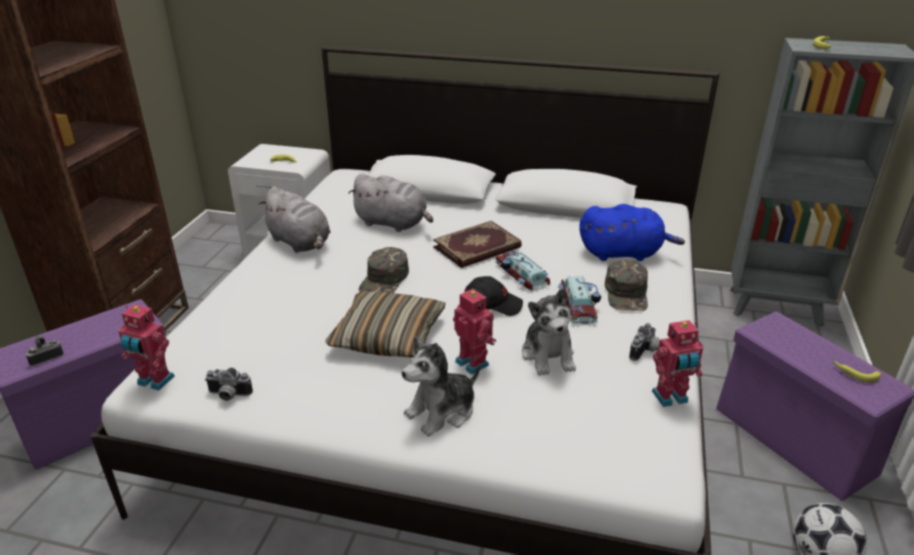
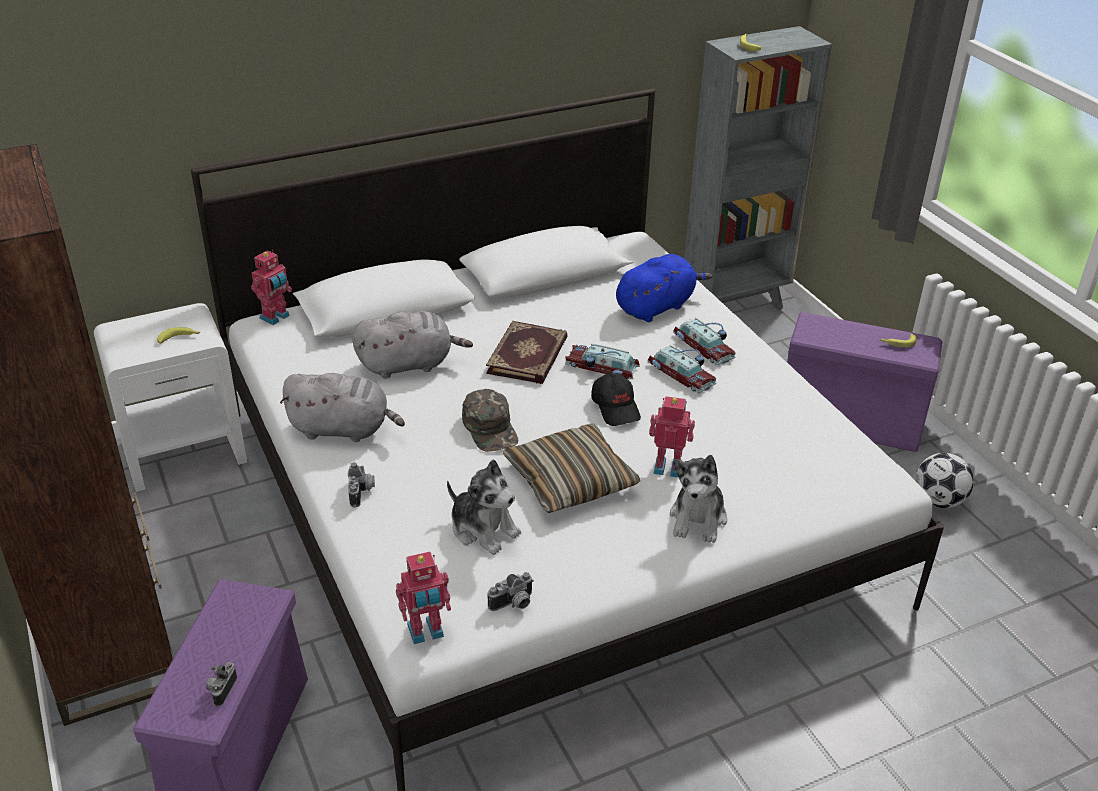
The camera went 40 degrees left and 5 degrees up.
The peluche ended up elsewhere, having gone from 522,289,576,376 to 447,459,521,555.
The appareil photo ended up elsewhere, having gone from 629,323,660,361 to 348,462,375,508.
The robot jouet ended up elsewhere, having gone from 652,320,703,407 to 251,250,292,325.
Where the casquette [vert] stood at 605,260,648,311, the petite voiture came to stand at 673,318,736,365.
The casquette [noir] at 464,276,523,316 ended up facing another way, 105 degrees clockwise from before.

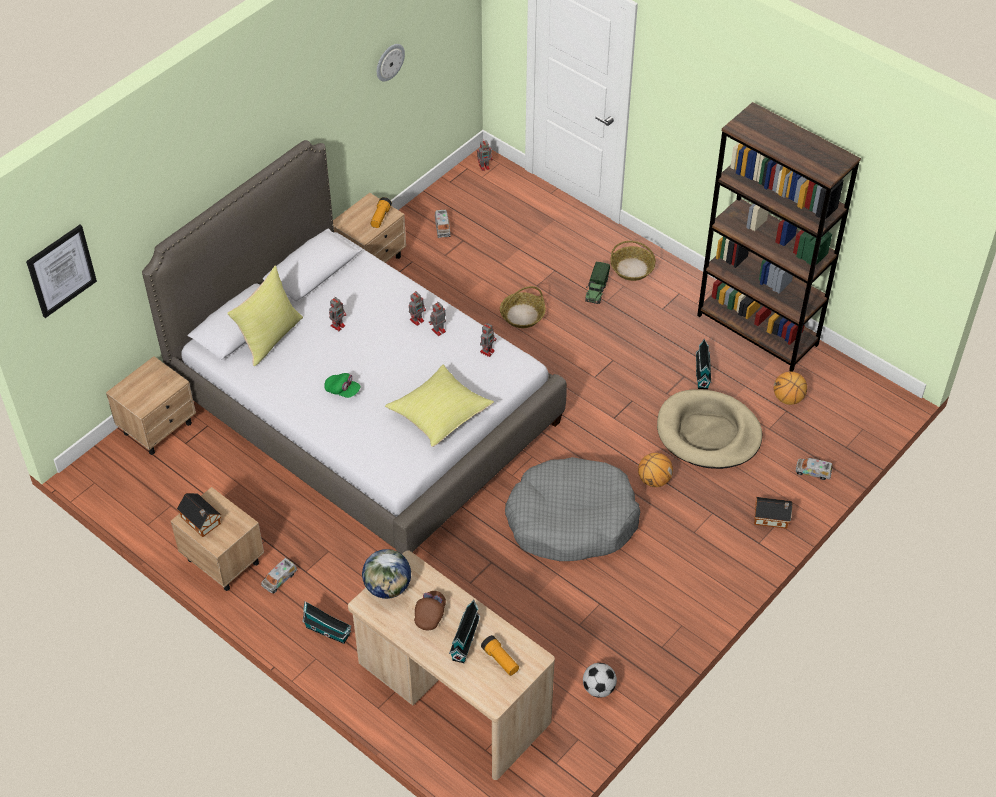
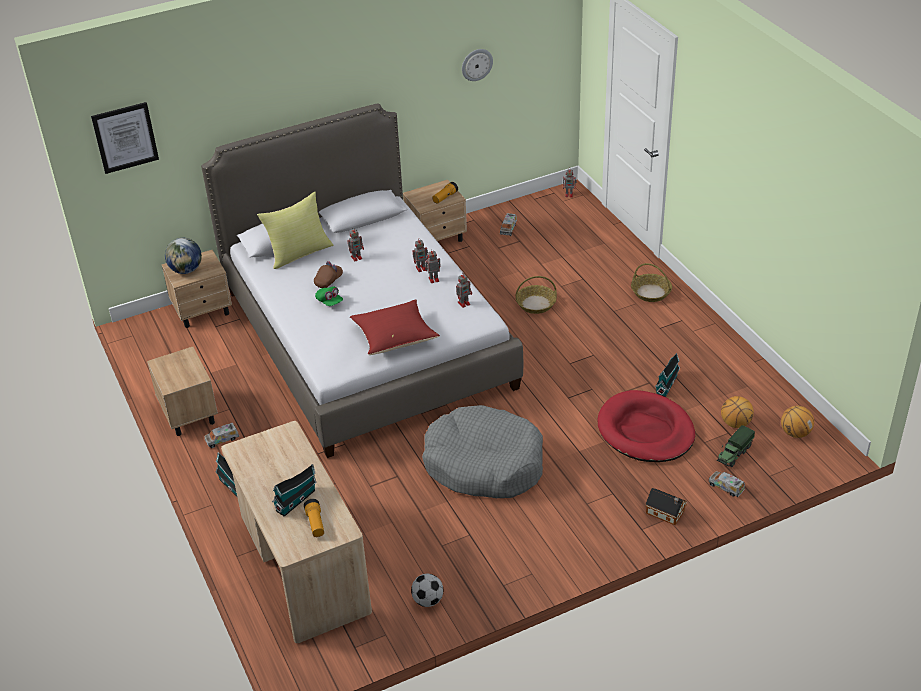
The camera went 25 degrees right and 10 degrees down.
The second view lost the maison miniature at 177,493,221,537.
The second view lost the bibliothèque [marron] at 697,102,861,372.
The globe ended up elsewhere, having gone from 362,549,411,599 to 165,238,202,274.
The casquette [marron] ended up elsewhere, having gone from 414,591,446,630 to 314,261,343,288.
The camion jouet ended up elsewhere, having gone from 585,262,610,304 to 717,425,755,467.
The ballon de basket ended up elsewhere, having gone from 638,453,673,487 to 781,406,814,438.
What was the coussin [jaune] at 385,365,494,447 turned into the coussin [rouge] at 350,299,440,355.
What was the panier pour chien [beige] at 657,390,762,469 turned into the panier pour chien [rouge] at 598,390,695,462.

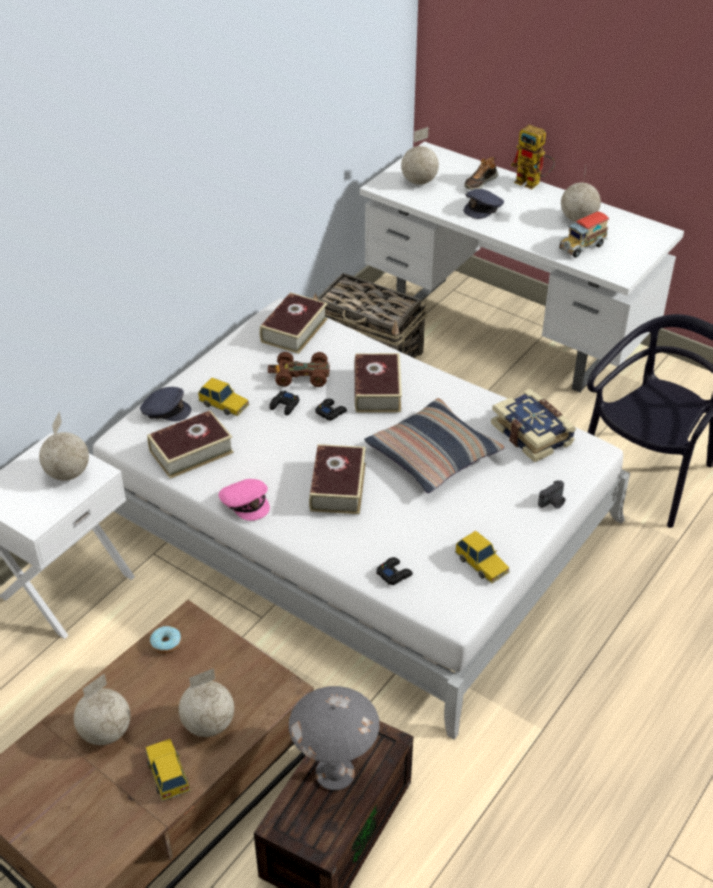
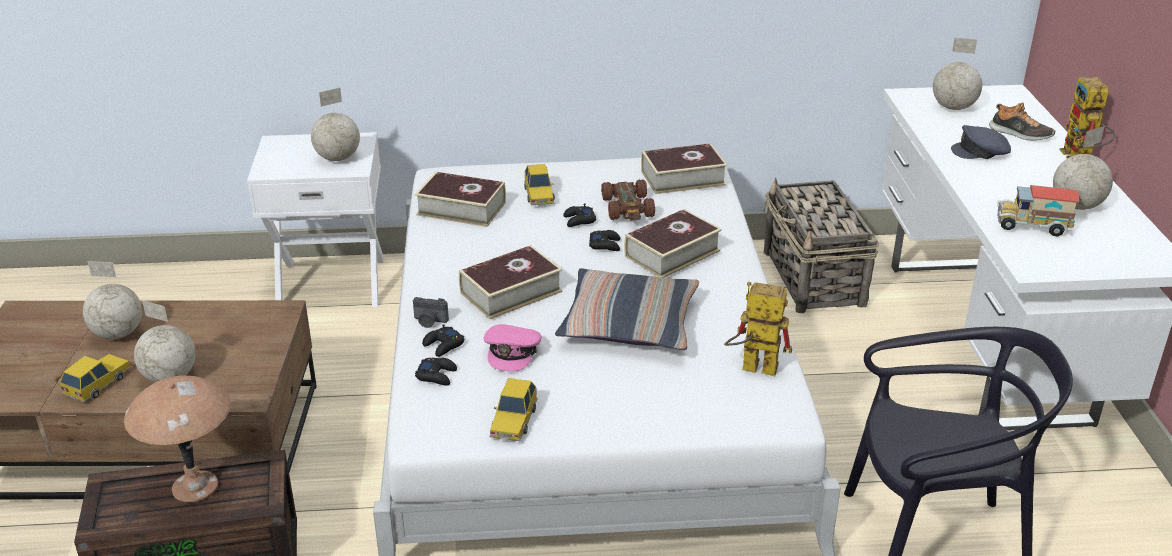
The camera went 50 degrees right and 10 degrees down.
The second view lost the casquette [gris] at 140,387,191,421.
The second view lost the beignet at 150,626,181,654.
The second view gained the manette [noir] at 422,324,464,357.
The casquette [rose] ended up elsewhere, having gone from 218,479,270,521 to 484,324,542,372.
The appareil photo ended up elsewhere, having gone from 538,480,565,509 to 413,297,449,328.
Where the livre stood at 491,388,576,463, the robot jouet came to stand at 724,282,792,376.
What was the lampe de table [gris] at 289,686,379,790 turned into the lampe de table [marron] at 124,375,231,502.
The petite voiture [marron] at 268,352,330,387 ended up facing another way, 150 degrees counterclockwise from before.
The chaussure at 464,157,498,190 ended up facing another way, 150 degrees counterclockwise from before.

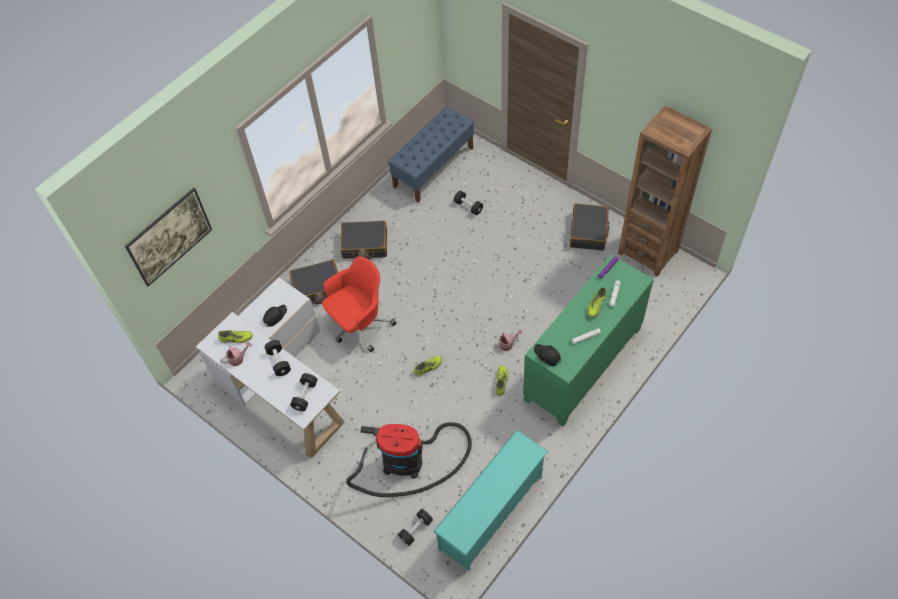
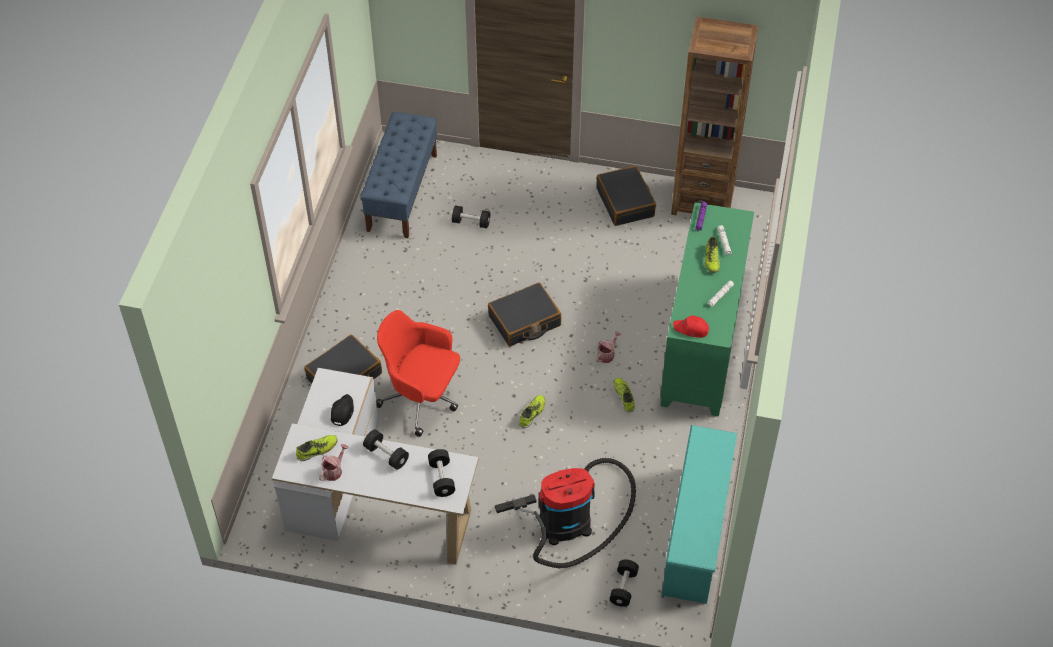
The camera went 30 degrees left and 5 degrees down.
The second view lost the tableau at 125,188,212,287.
The valise [noir] ended up elsewhere, having gone from 340,221,387,259 to 488,282,561,346.
What was the casquette [noir] at 534,344,561,366 turned into the casquette [rouge] at 673,315,709,338.
The chaise de bureau [rouge] at 322,256,397,352 ended up facing another way, 90 degrees counterclockwise from before.

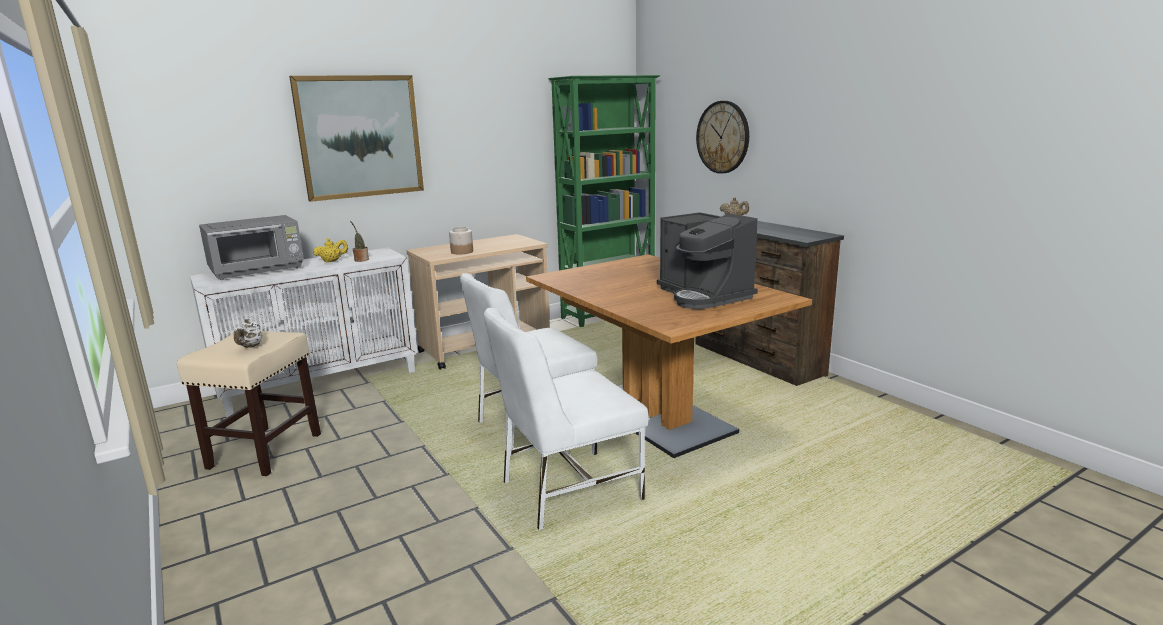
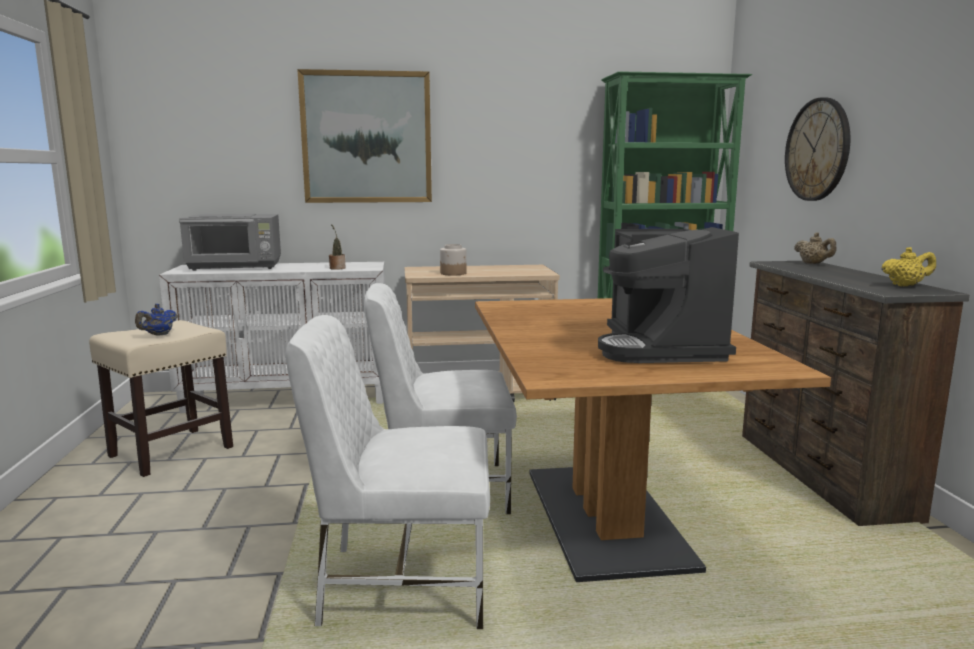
The camera went 25 degrees right and 5 degrees down.
The théière [jaune] ended up elsewhere, having gone from 313,238,348,262 to 881,247,936,287.
What was the théière [blanc] at 234,318,262,348 turned into the théière [bleu] at 135,304,178,336.

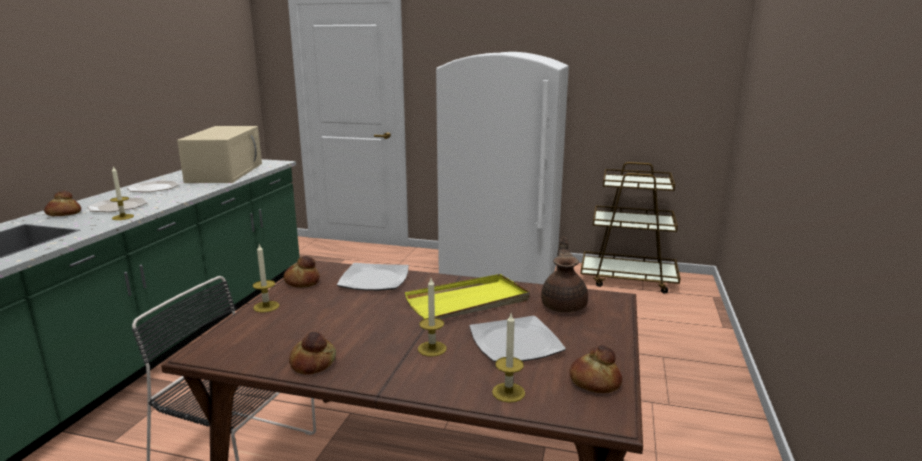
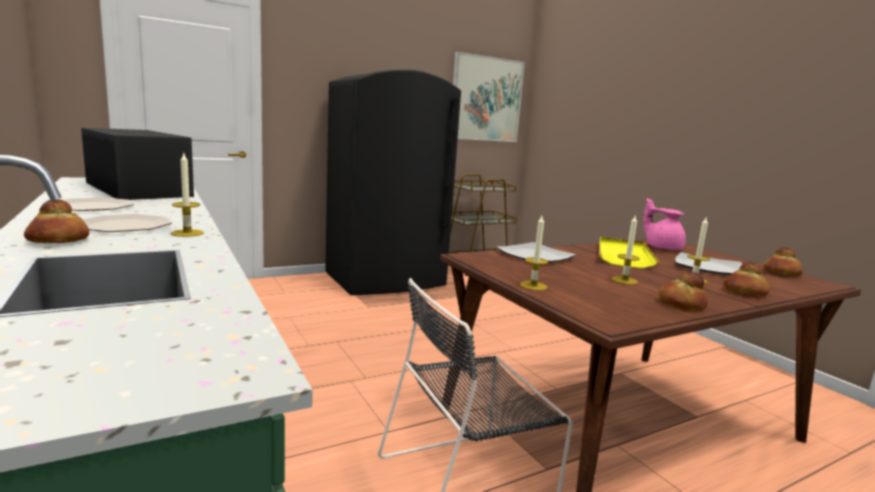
The camera went 45 degrees left and 5 degrees down.
The second view gained the tableau at 453,52,525,142.
The pain ended up elsewhere, having gone from 283,256,320,288 to 723,261,770,296.
The bougie ended up elsewhere, having gone from 492,314,525,403 to 612,214,640,284.
What was the micro-ondes [beige] at 177,126,262,183 turned into the micro-ondes [noir] at 81,128,194,200.
What was the réfrigérateur [blanc] at 436,52,569,284 turned into the réfrigérateur [noir] at 325,70,461,295.
What was the théière [marron] at 541,236,588,313 turned into the théière [rose] at 643,198,686,250.

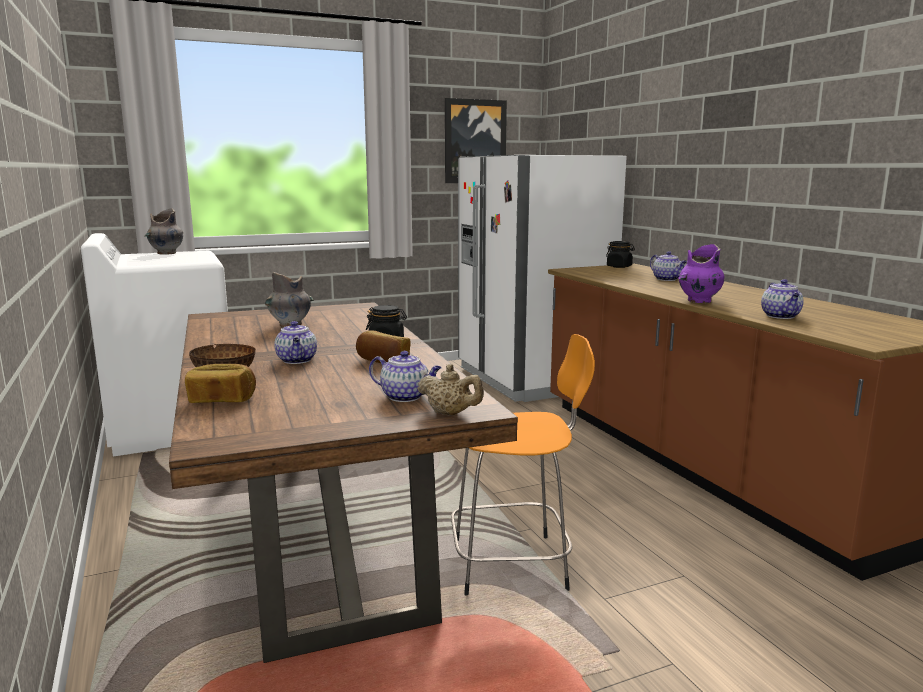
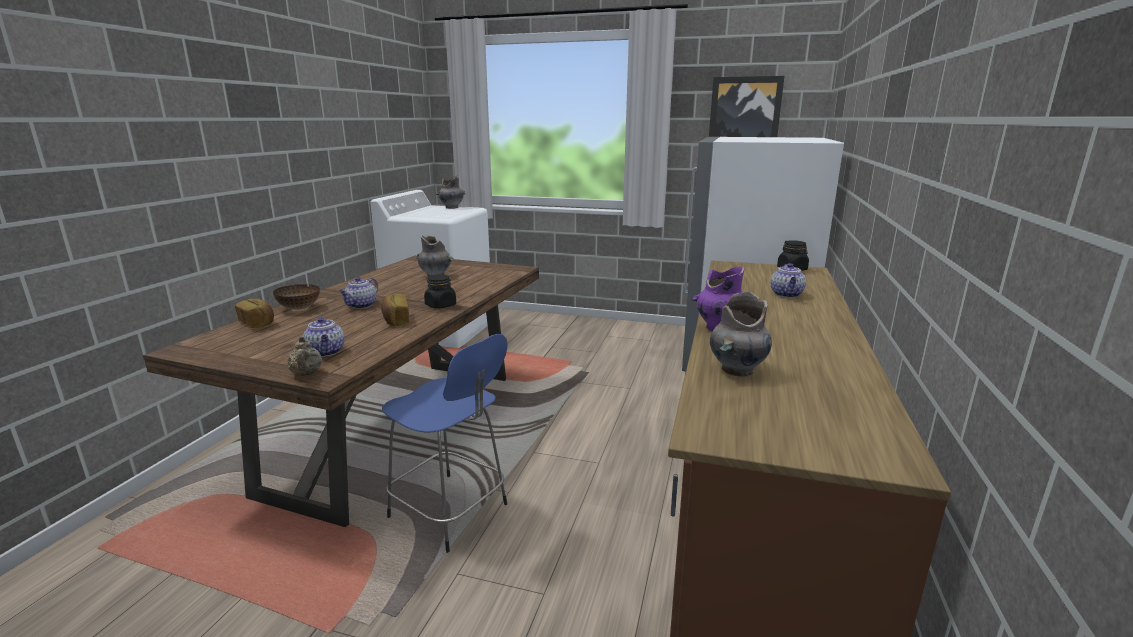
The camera went 40 degrees right and 5 degrees up.
Where the théière stood at 761,279,804,319, the vase [gris] came to stand at 710,292,772,377.
What was the tabouret [orange] at 451,334,595,595 turned into the tabouret [bleu] at 382,334,508,553.

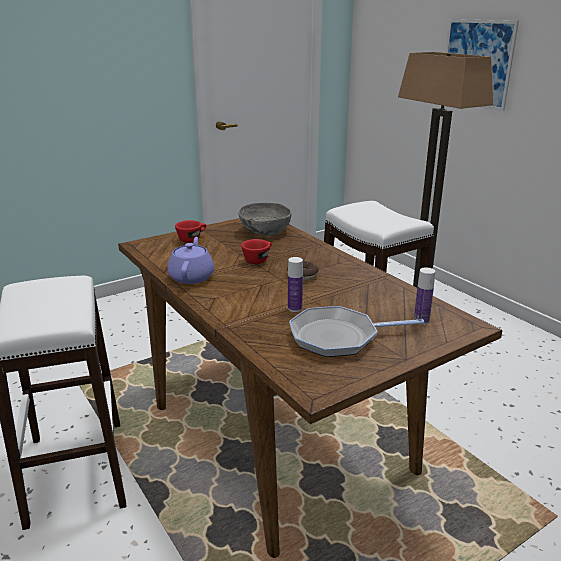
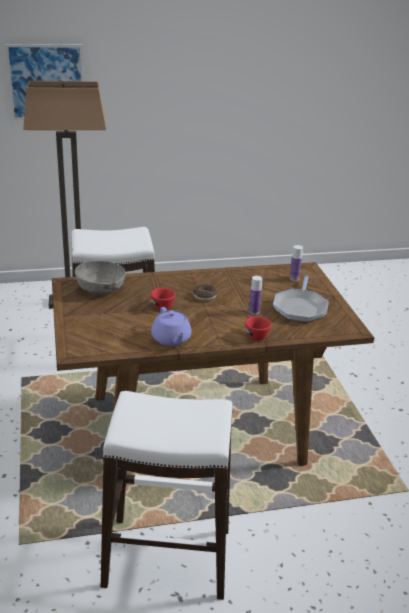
The camera went 70 degrees left and 5 degrees up.
The tasse [rouge] ended up elsewhere, having gone from 175,220,206,243 to 245,316,271,341.
The théière [violet] at 167,237,214,284 ended up facing another way, 135 degrees counterclockwise from before.

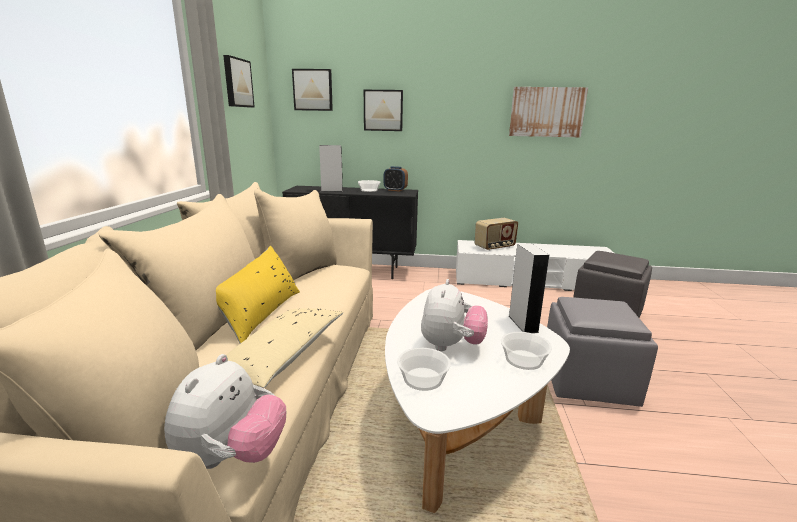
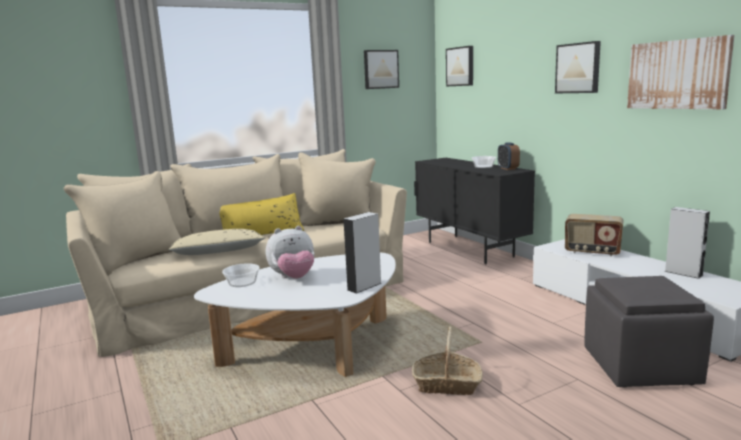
The camera went 55 degrees right and 5 degrees down.
The second view lost the peluche at 164,354,286,469.
The second view lost the bol at 501,332,552,370.
The enceinte [gris] ended up elsewhere, having gone from 319,145,343,191 to 664,207,710,279.
The tableau ended up elsewhere, having gone from 364,90,403,131 to 555,41,601,93.
Where the pouf [gris] stood at 547,297,658,407, the panier came to stand at 412,326,483,395.

